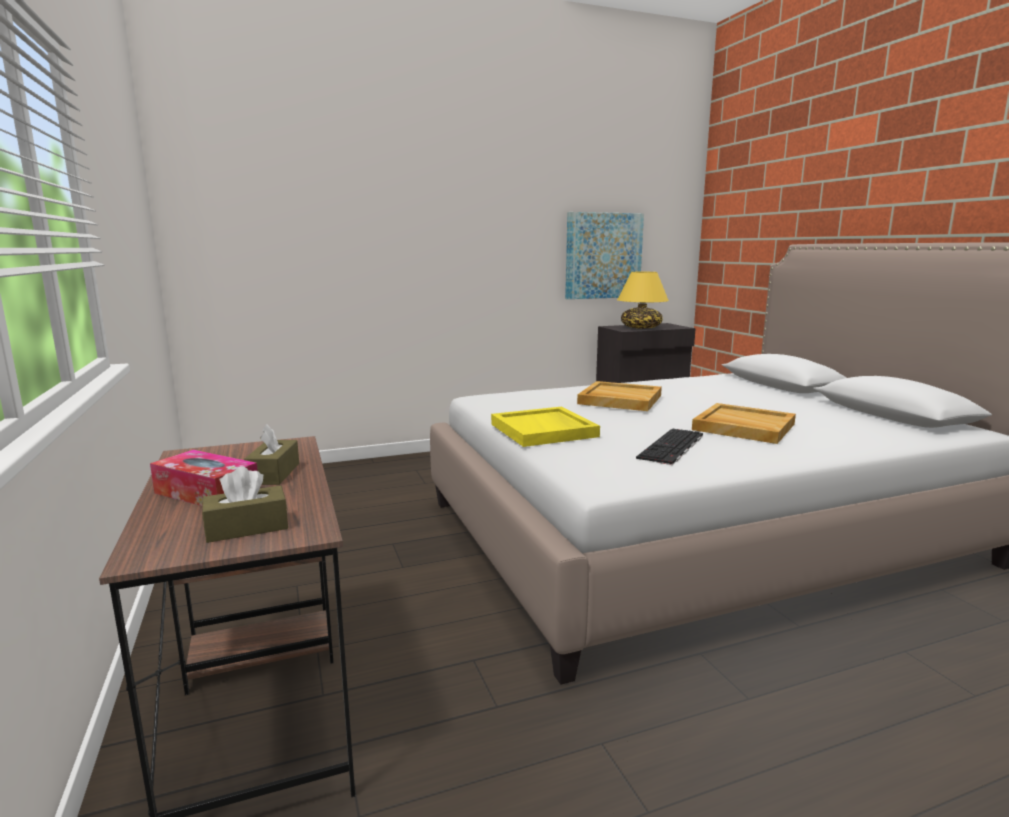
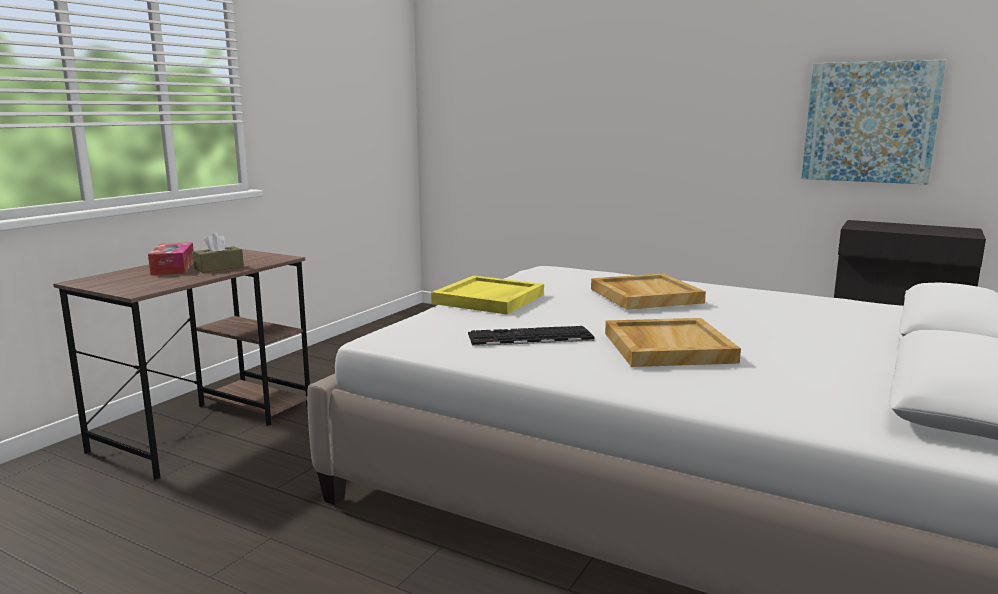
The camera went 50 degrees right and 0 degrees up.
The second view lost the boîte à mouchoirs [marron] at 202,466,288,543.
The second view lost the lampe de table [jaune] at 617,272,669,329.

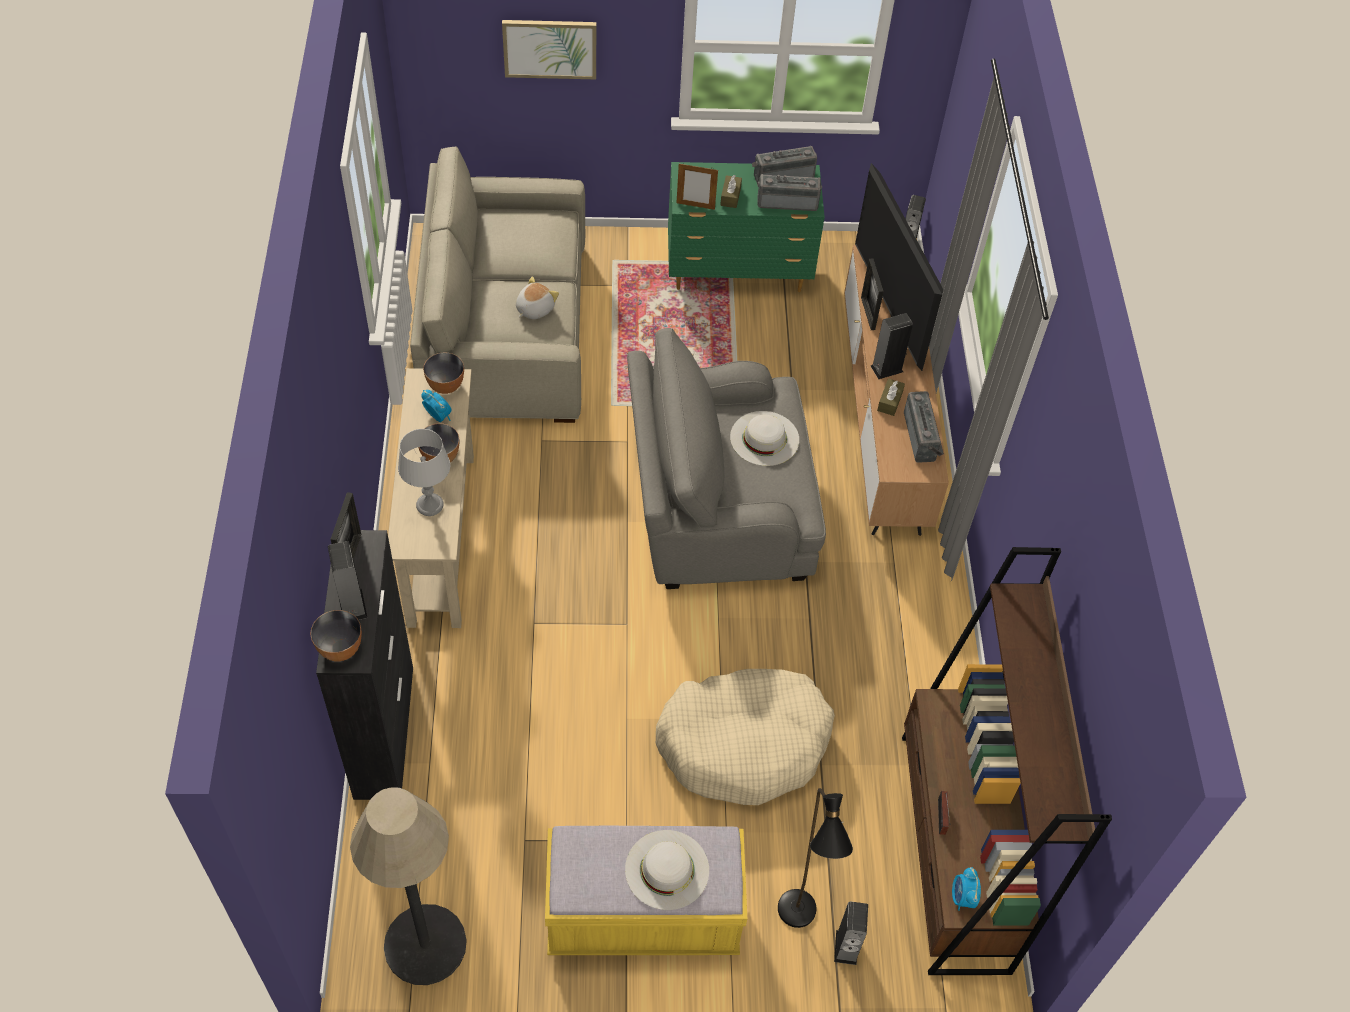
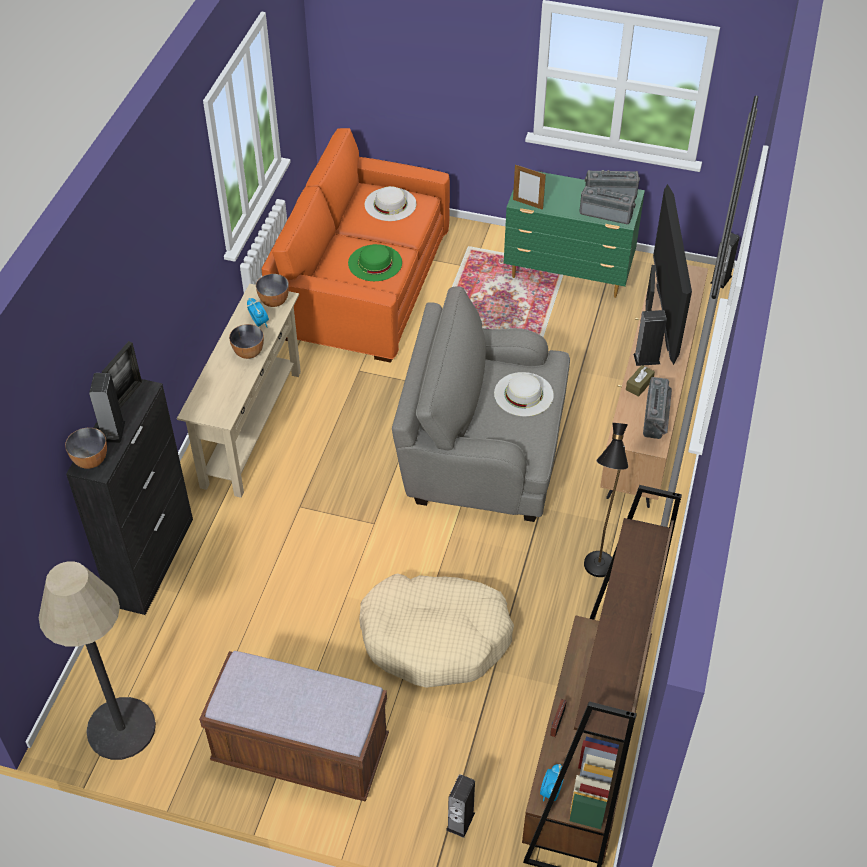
The camera went 20 degrees right and 5 degrees down.
The second view lost the lampe de table [gris] at 398,429,450,516.
The second view lost the tableau at 502,20,596,79.
The second view lost the boîte à mouchoirs [marron] at 720,175,742,208.
The chapeau [blanc] ended up elsewhere, having gone from 625,830,709,910 to 365,186,416,221.
The lampadaire [noir] ended up elsewhere, having gone from 778,788,853,928 to 584,423,628,577.
Where the peluche stood at 516,277,559,319, the chapeau [vert] came to stand at 348,244,402,281.
What was the canapé [beige] at 410,146,585,423 turned into the canapé [orange] at 261,128,450,363.
What was the banc [jaune] at 545,826,747,955 turned into the banc [marron] at 199,651,389,802.

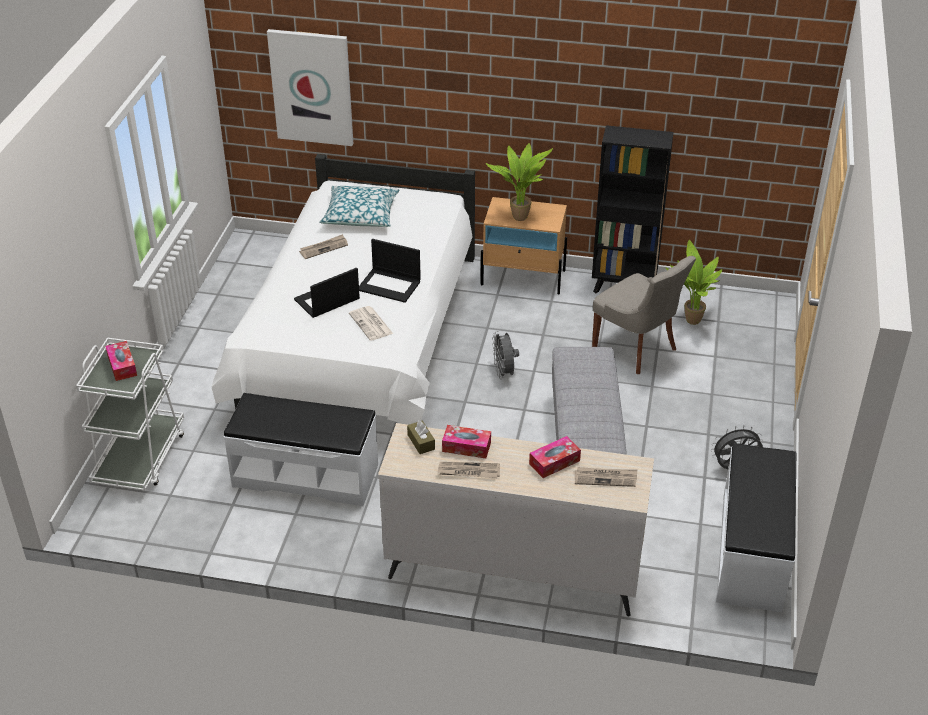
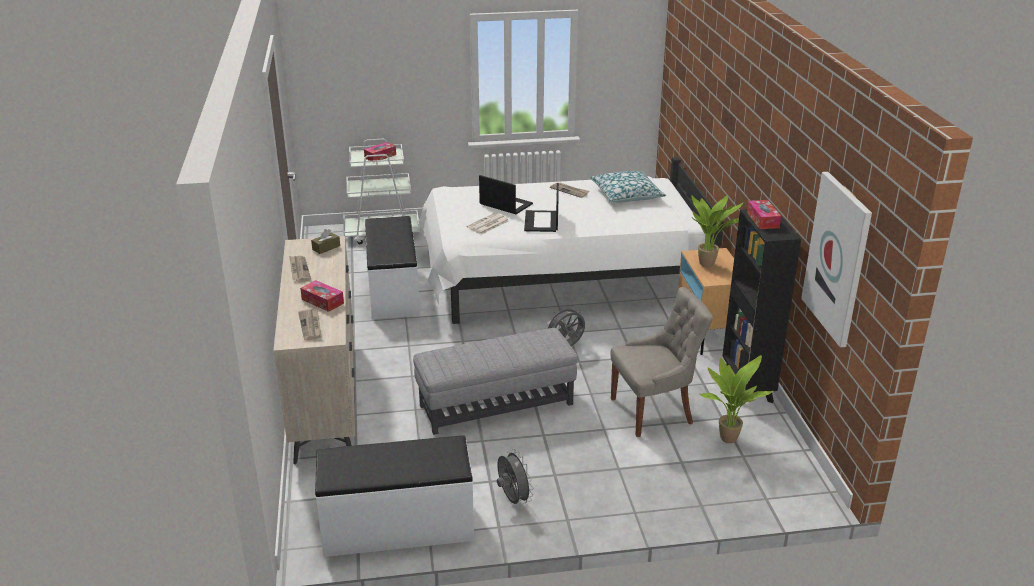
The camera went 70 degrees right and 10 degrees down.
The tableau ended up elsewhere, having gone from 267,29,353,146 to 801,172,872,347.
The boîte à mouchoirs ended up elsewhere, having gone from 442,425,491,458 to 747,200,781,229.
The chaise [gris] at 592,256,696,374 ended up facing another way, 135 degrees counterclockwise from before.

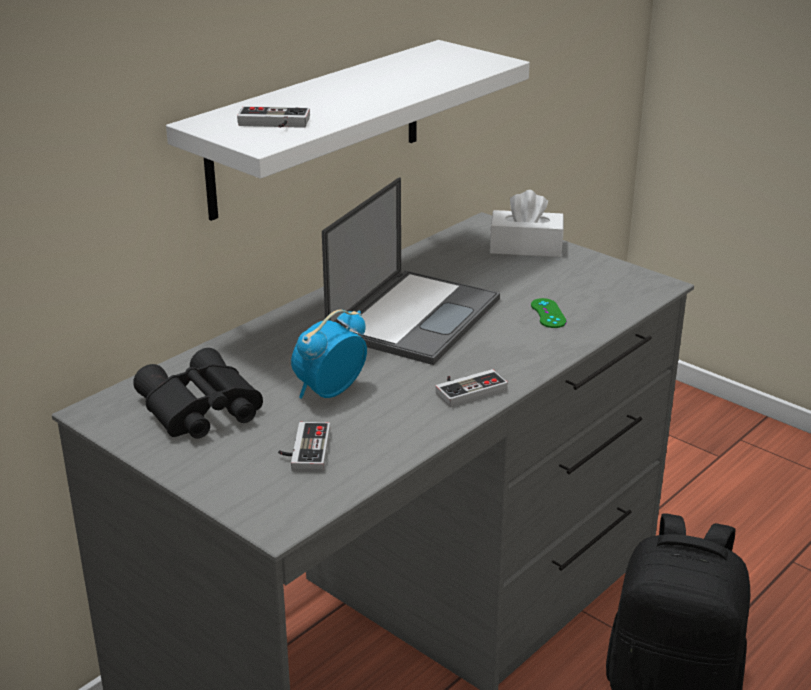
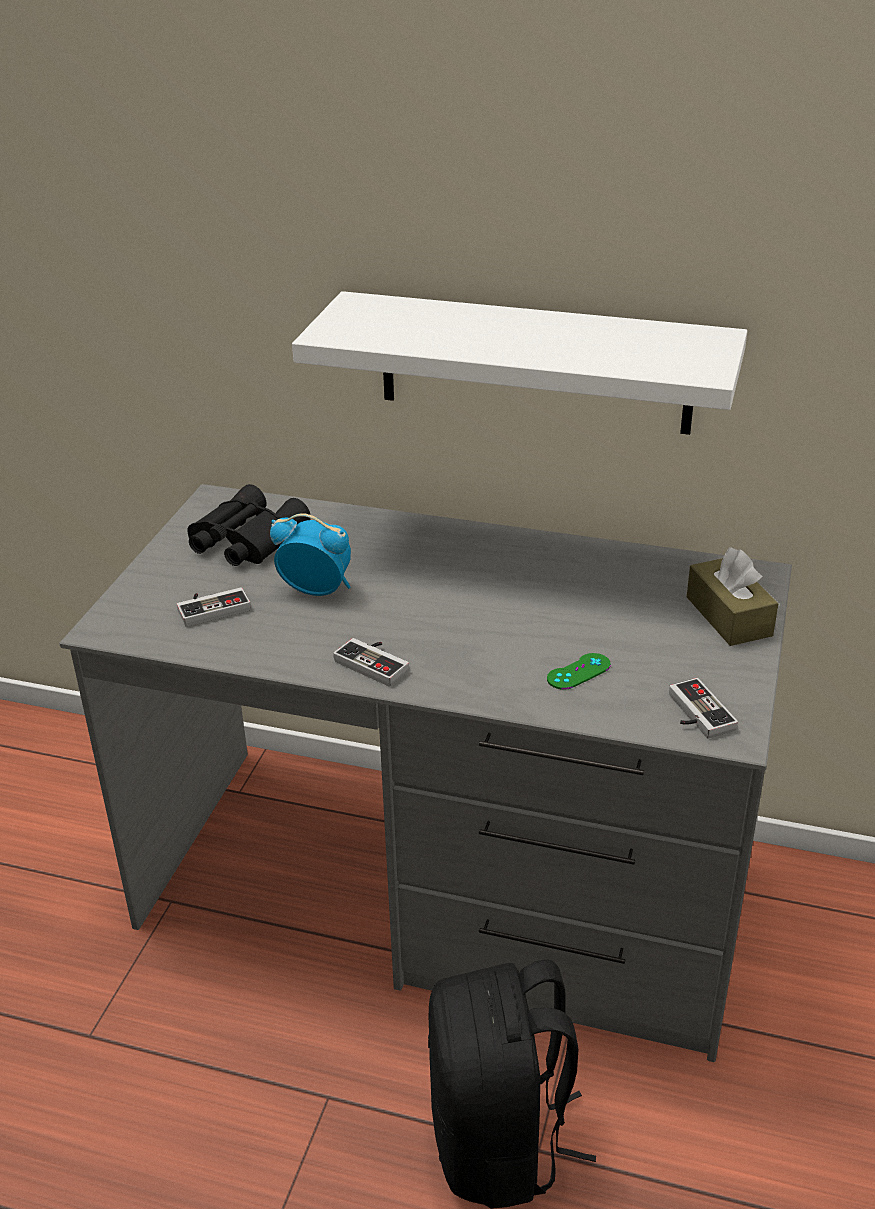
The camera went 65 degrees right and 5 degrees up.
The second view lost the ordinateur portable at 322,177,500,365.
The manette ended up elsewhere, having gone from 237,106,310,128 to 669,678,738,739.
What was the boîte à mouchoirs [blanc] at 490,190,564,257 turned into the boîte à mouchoirs [marron] at 687,547,778,646.

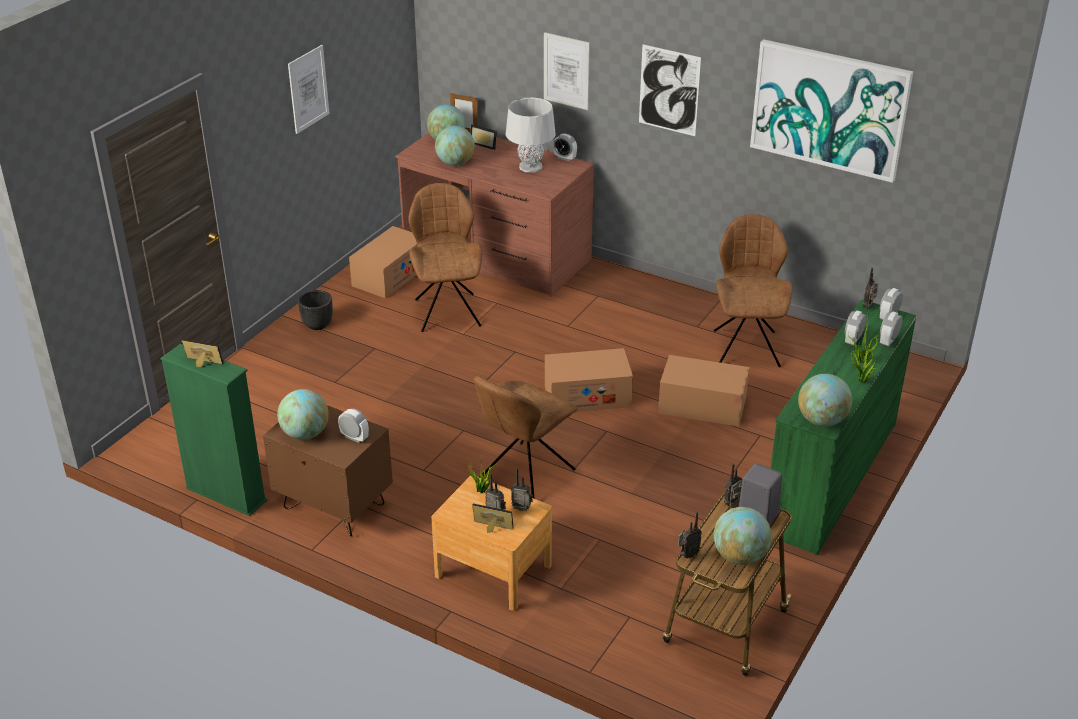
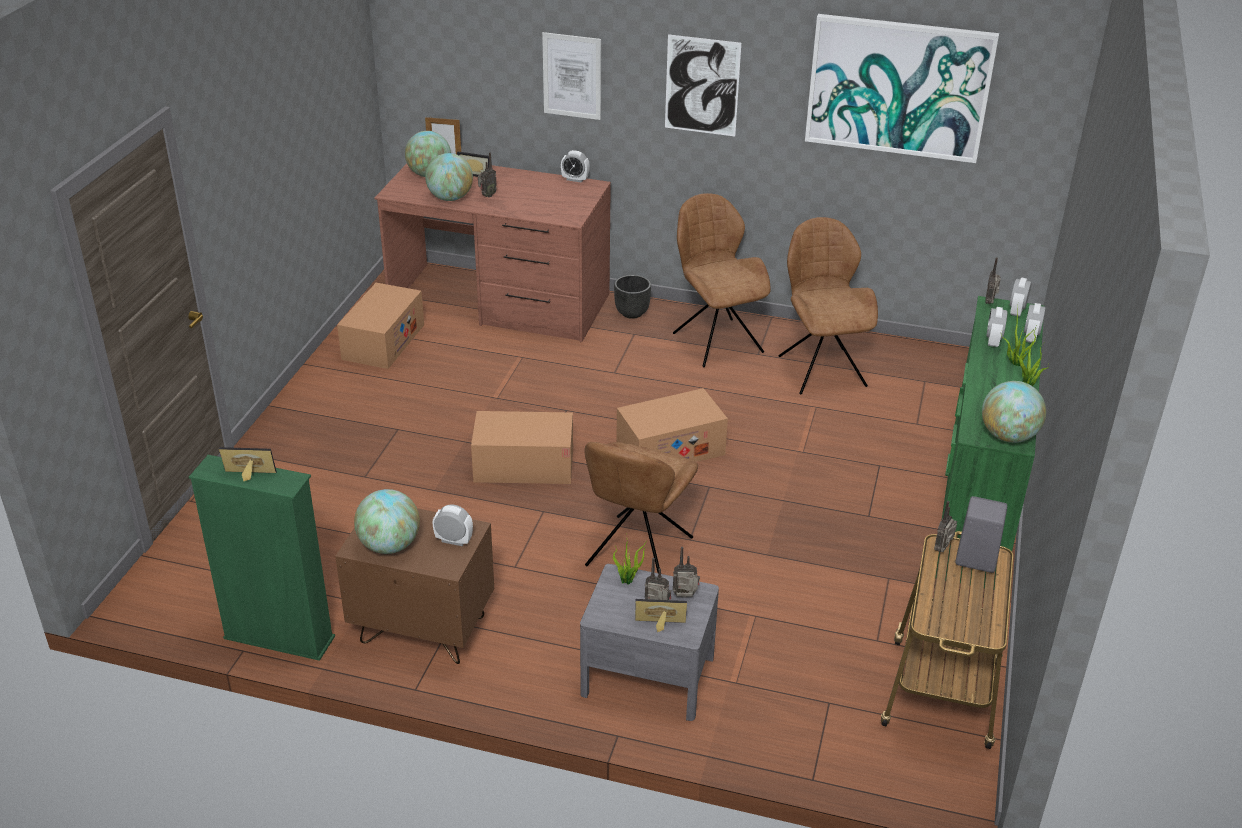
The camera went 15 degrees left and 0 degrees up.
The second view lost the tableau at 288,45,330,134.
The second view lost the lampe de table [gris] at 506,97,556,173.
The second view lost the globe at 714,507,772,565.
The cache-pot [noir] ended up elsewhere, having gone from 298,290,333,330 to 614,275,651,319.
The chaise [marron] ended up elsewhere, having gone from 408,183,482,332 to 673,193,771,367.
The carton ended up elsewhere, having gone from 658,355,750,427 to 471,411,573,484.
The radio ended up elsewhere, having gone from 678,512,702,558 to 478,152,497,197.
What was the table de chevet [marron] at 431,476,552,611 turned into the table de chevet [gris] at 580,564,719,721.

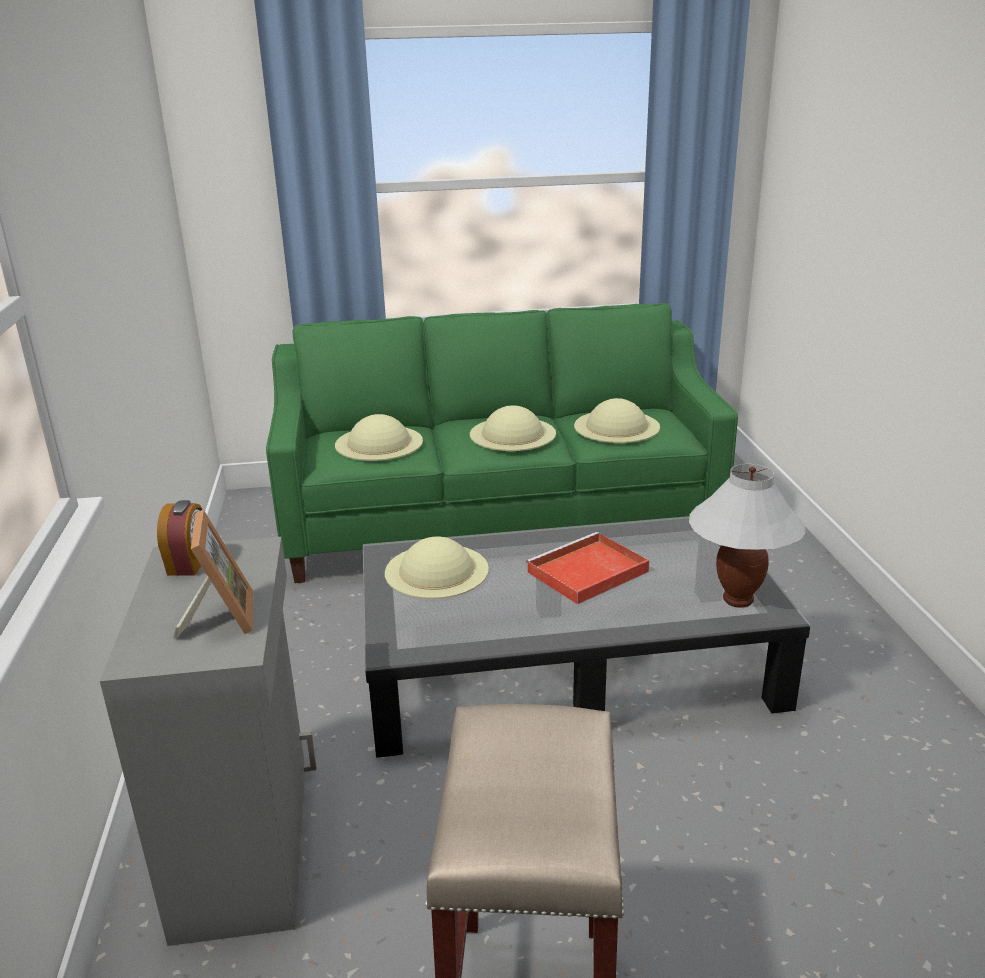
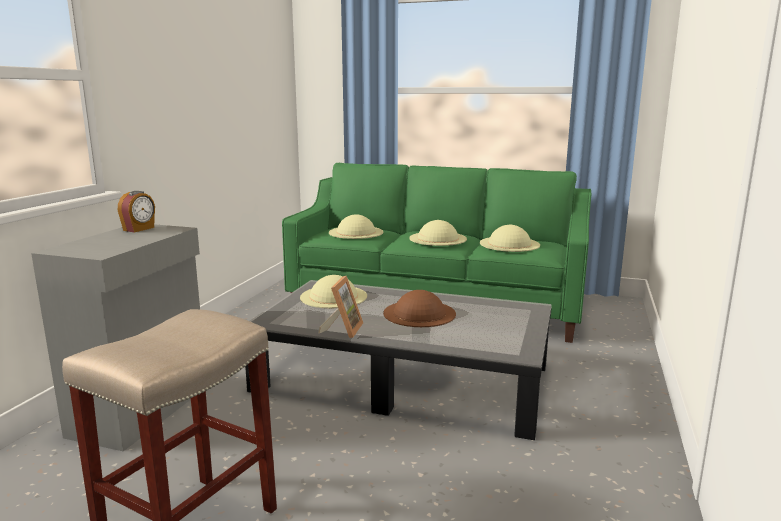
The camera went 25 degrees right and 10 degrees down.
The second view lost the lampe de table [blanc] at 689,464,806,608.
The cadre photo ended up elsewhere, having gone from 173,509,253,639 to 318,276,363,338.
Where the plateau [rouge] stood at 526,532,649,604, the chapeau [marron] came to stand at 383,290,456,327.

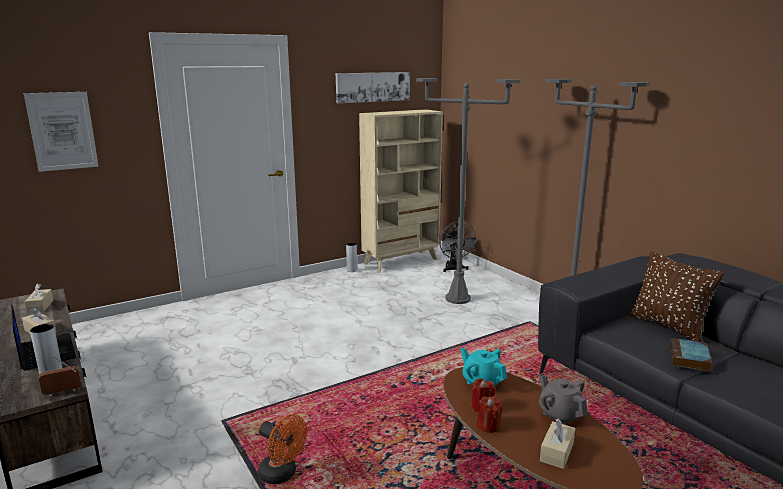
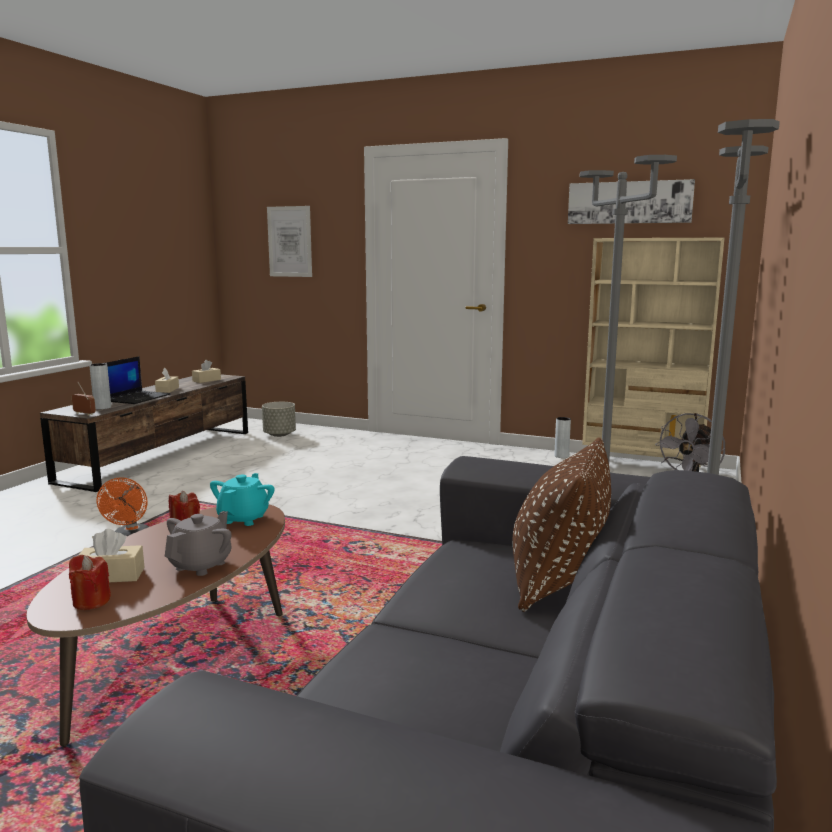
The camera went 55 degrees right and 5 degrees down.
The second view lost the livre at 670,338,712,372.
The second view gained the cache-pot [gris] at 262,402,296,437.
The bougie [rouge] ended up elsewhere, having gone from 477,396,502,433 to 69,555,111,610.

